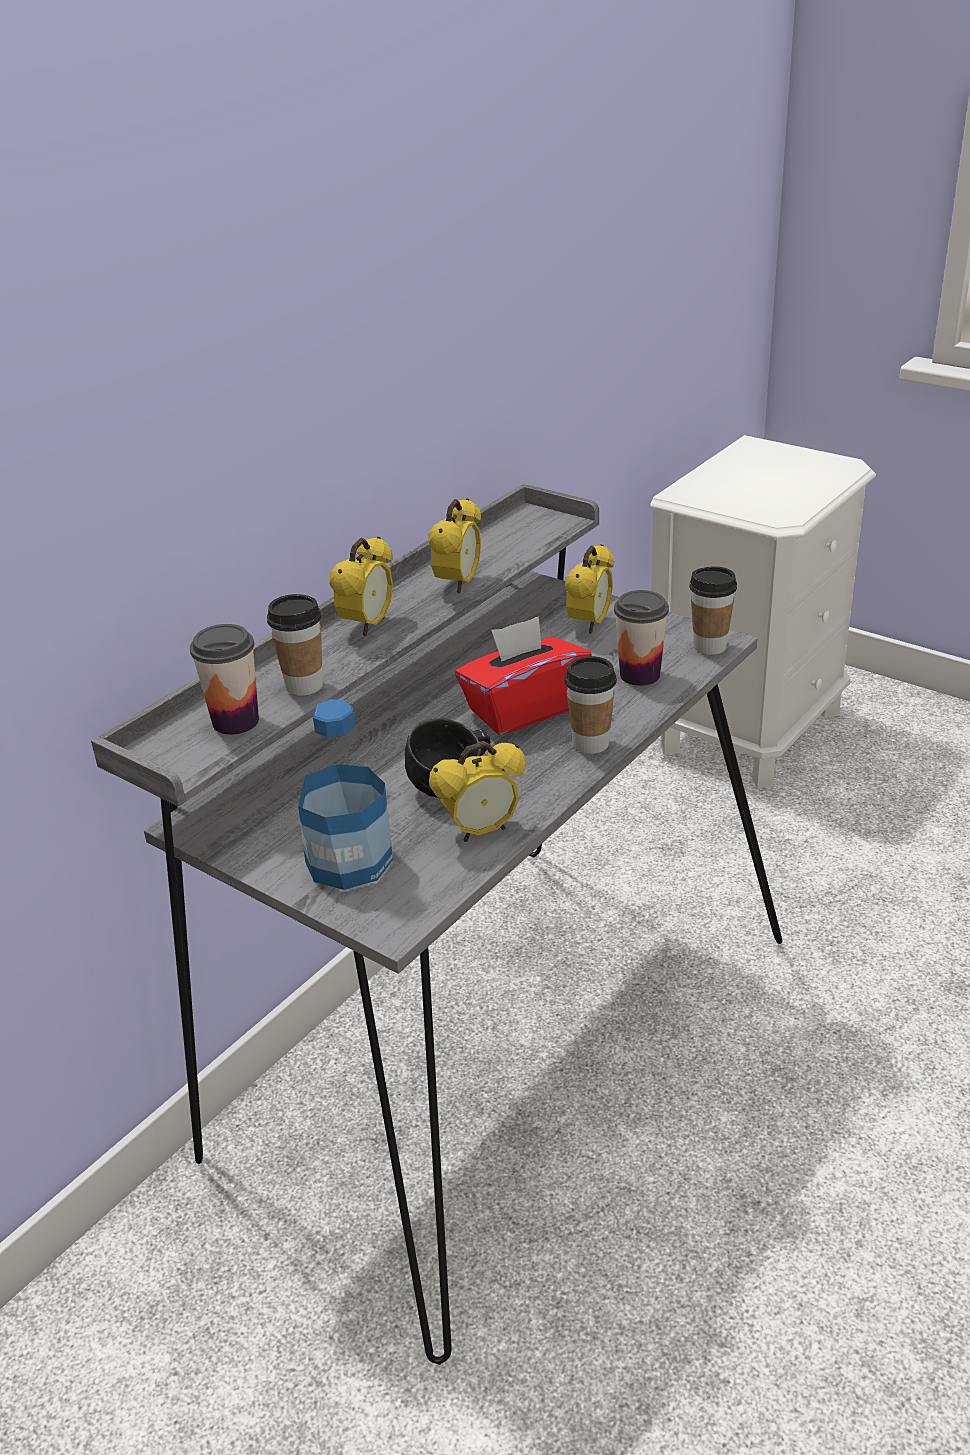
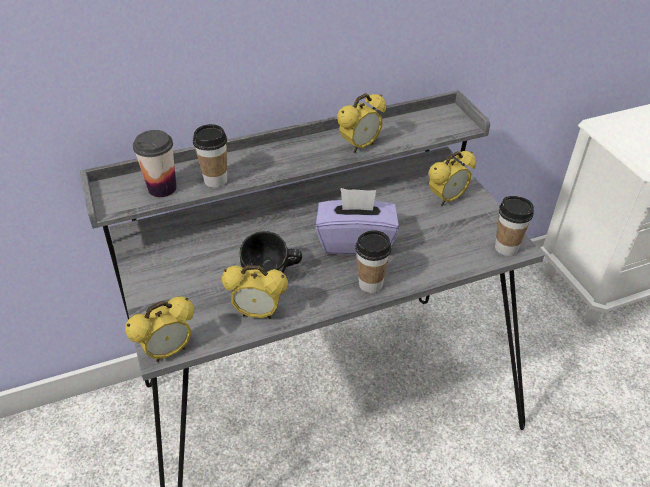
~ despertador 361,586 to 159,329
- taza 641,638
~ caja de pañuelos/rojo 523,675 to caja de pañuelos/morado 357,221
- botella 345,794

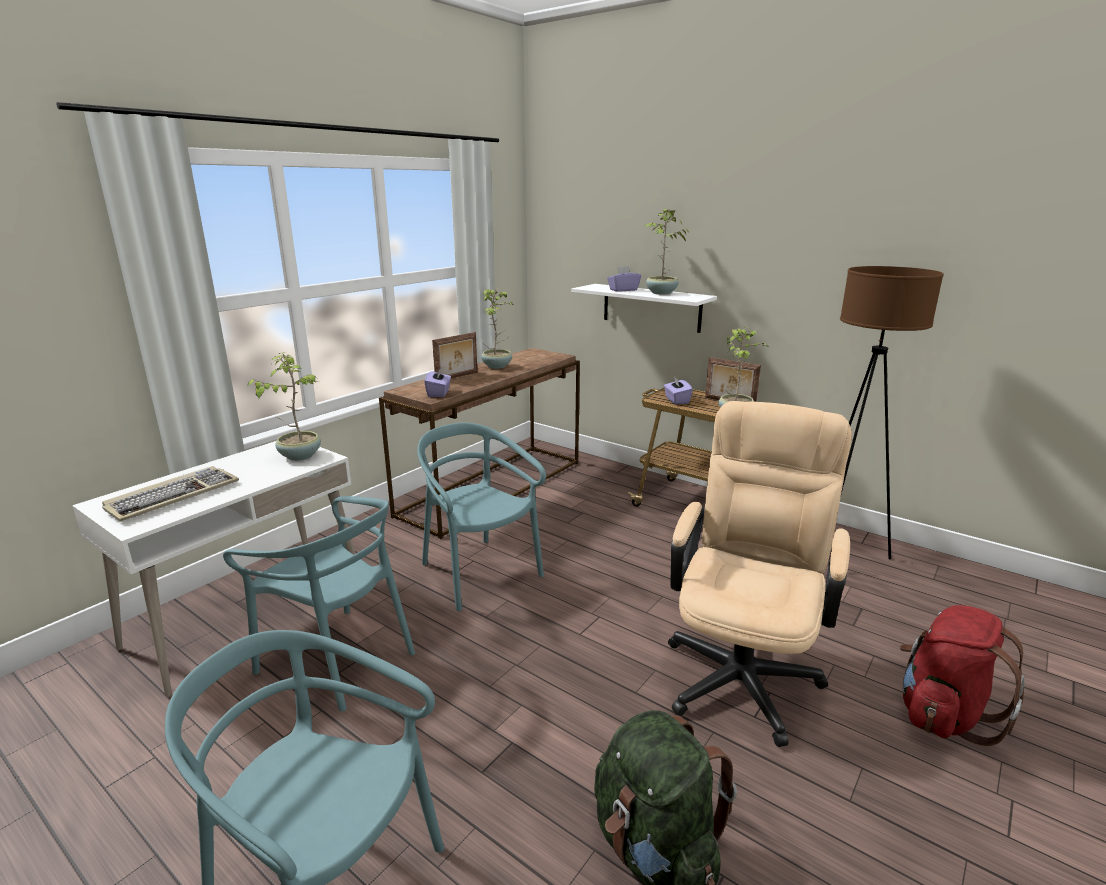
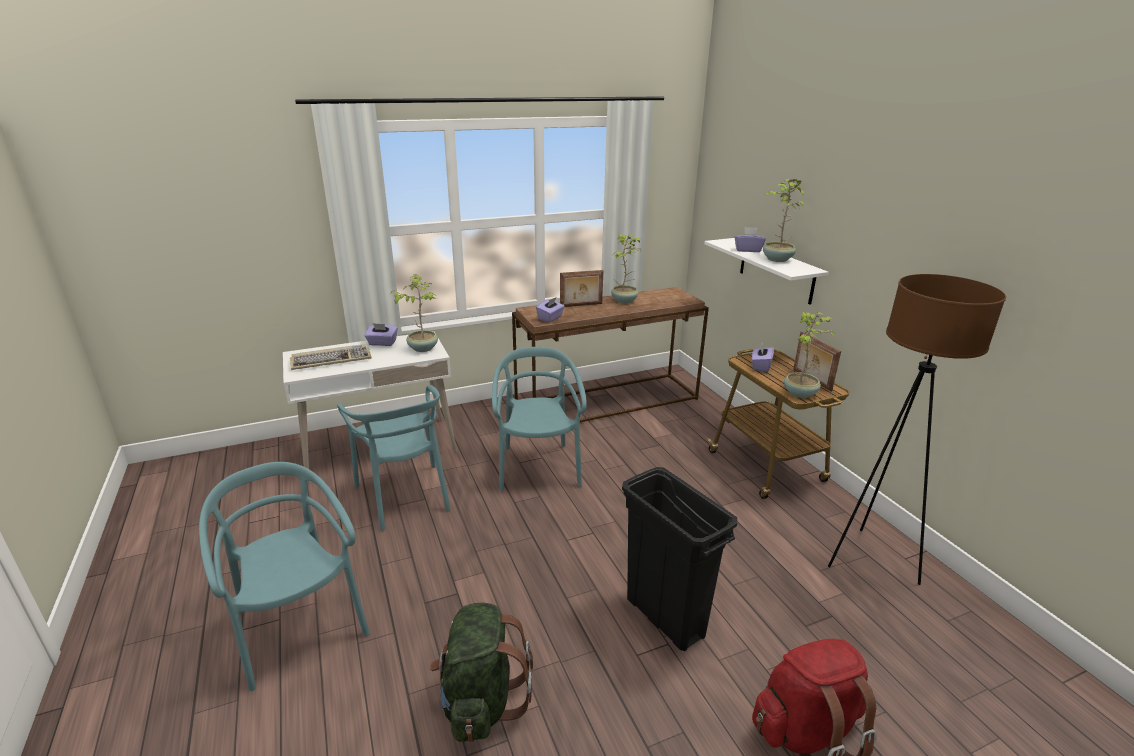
~ silla de oficina/beis 760,574 to papelera/negro 680,559
+ caja de pañuelos/morado 381,334

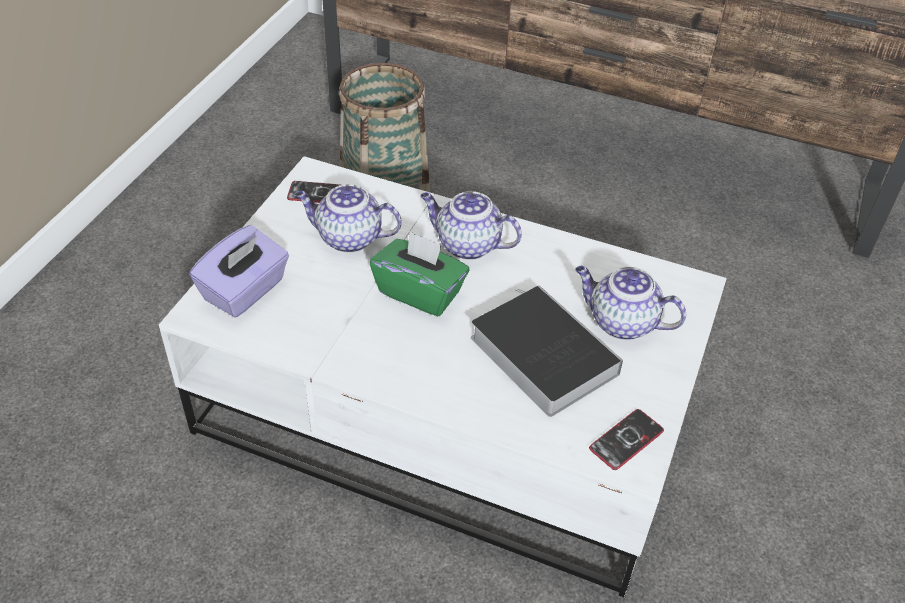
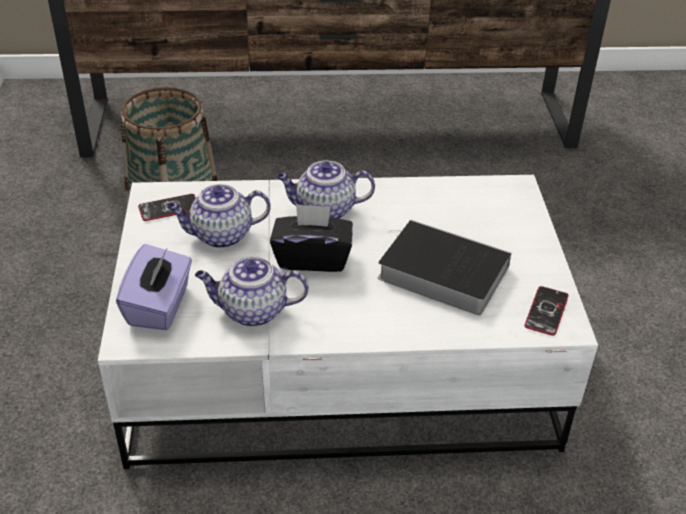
~ caja de pañuelos/verde 419,273 to caja de pañuelos/negro 311,238
~ tetera 630,303 to 252,291

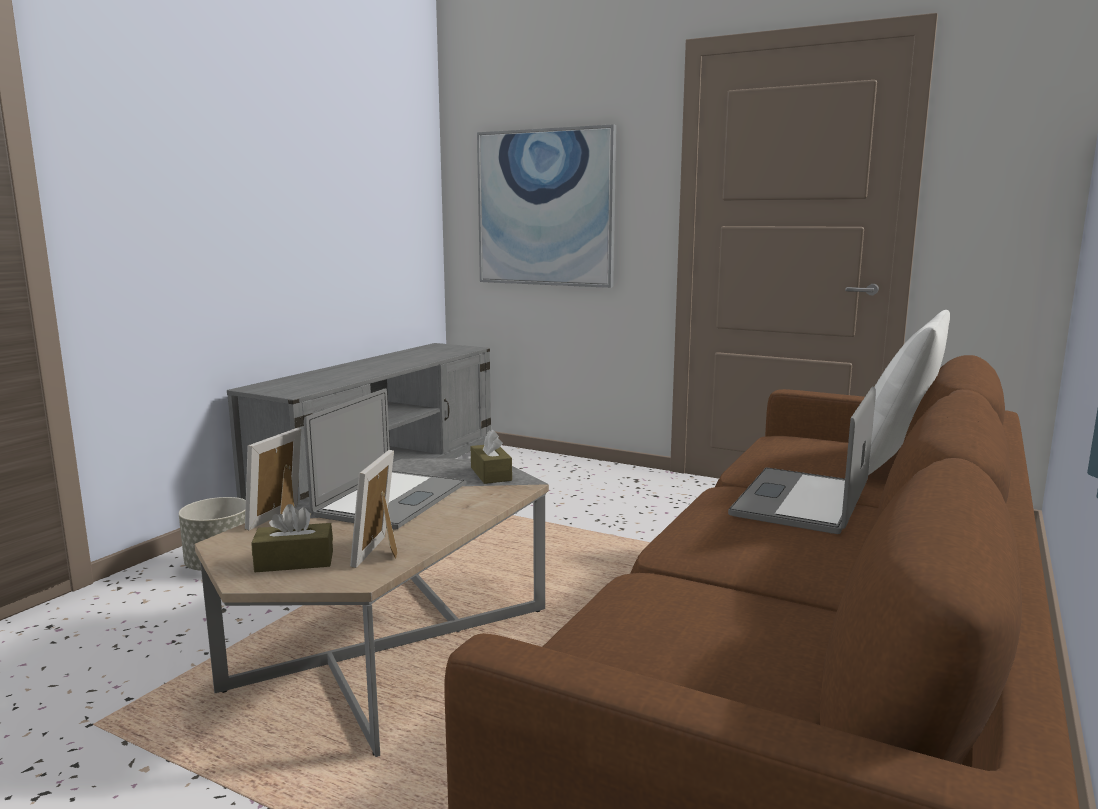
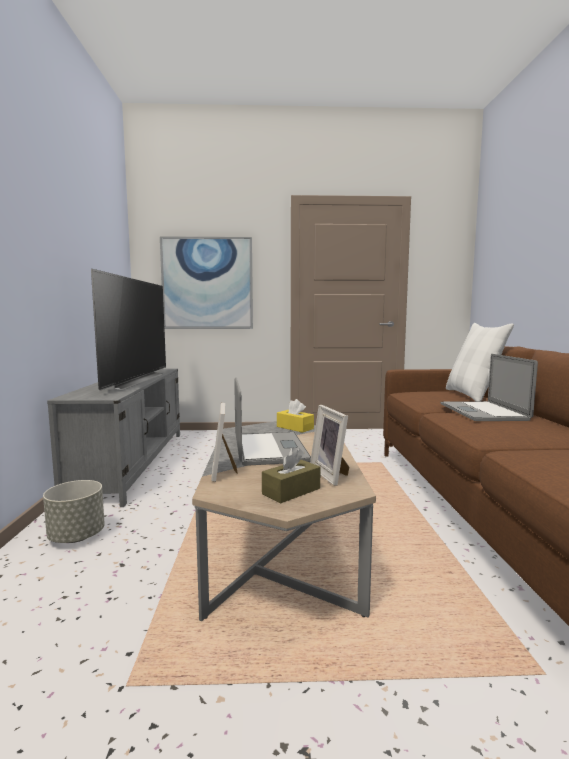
~ caja de pañuelos/marrón 491,456 to caja de pañuelos/amarillo 295,416
+ televisor 128,330

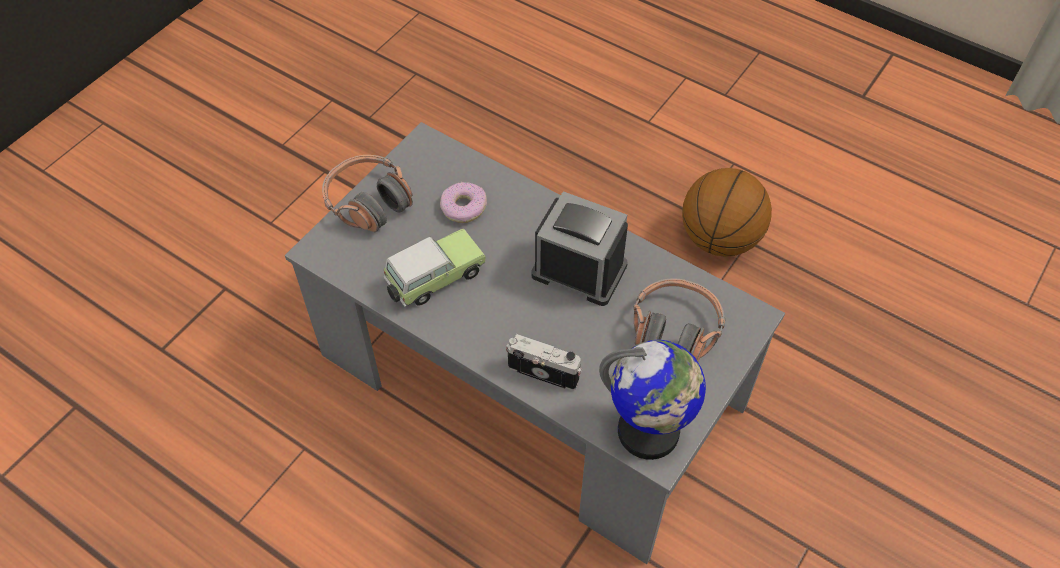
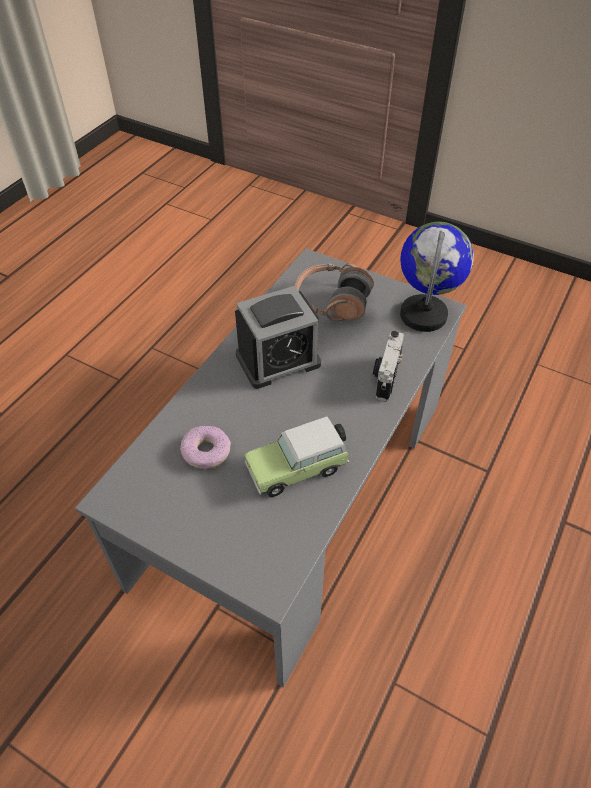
- auriculares 367,193
- balón de baloncesto 727,212
~ despertador 579,248 = 278,337 135 degrees counterclockwise
~ coche de juguete 434,268 = 296,456 75 degrees counterclockwise

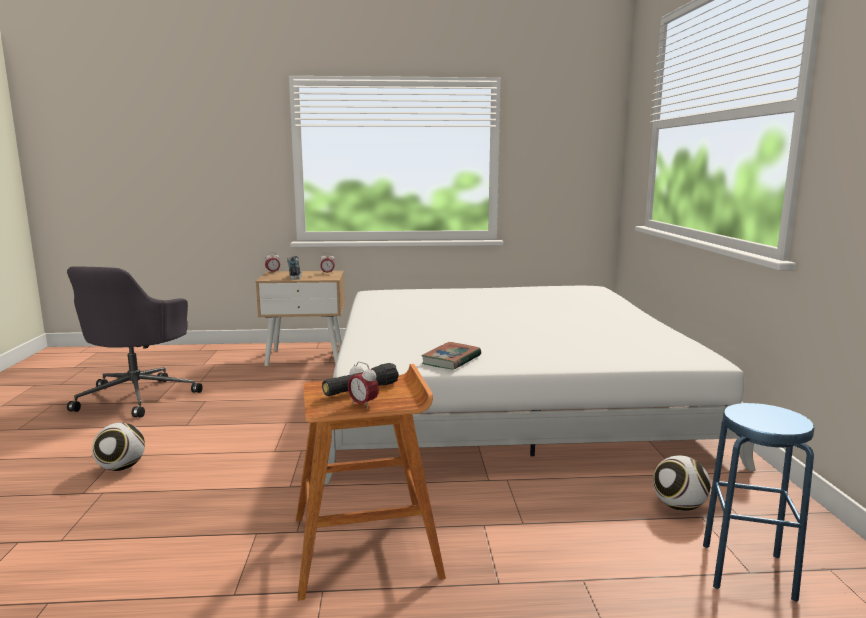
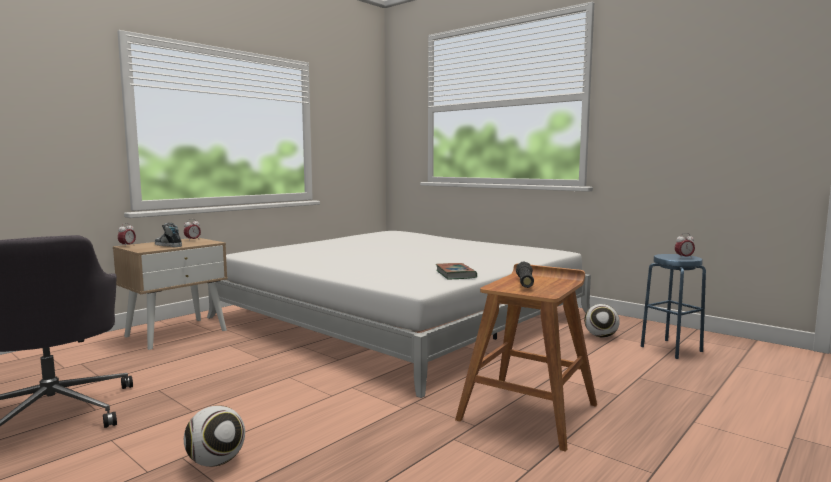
~ despertador 363,385 to 685,245

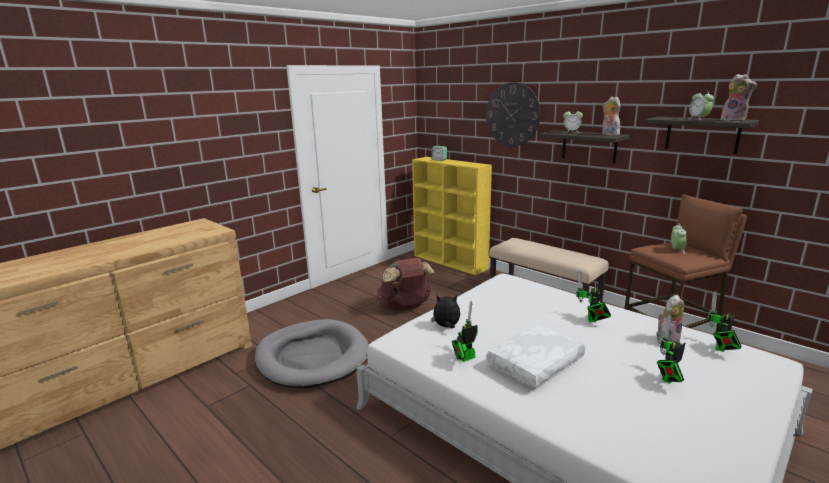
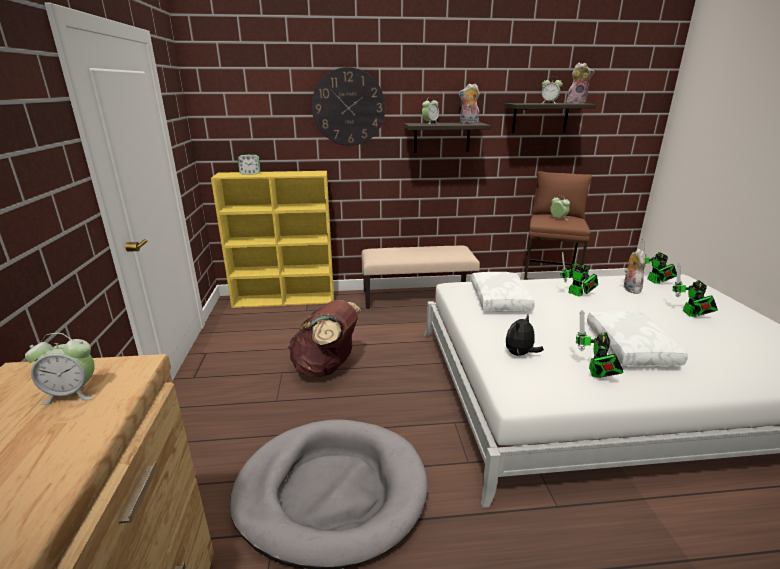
+ cojín/blanco 503,291
+ despertador 60,369

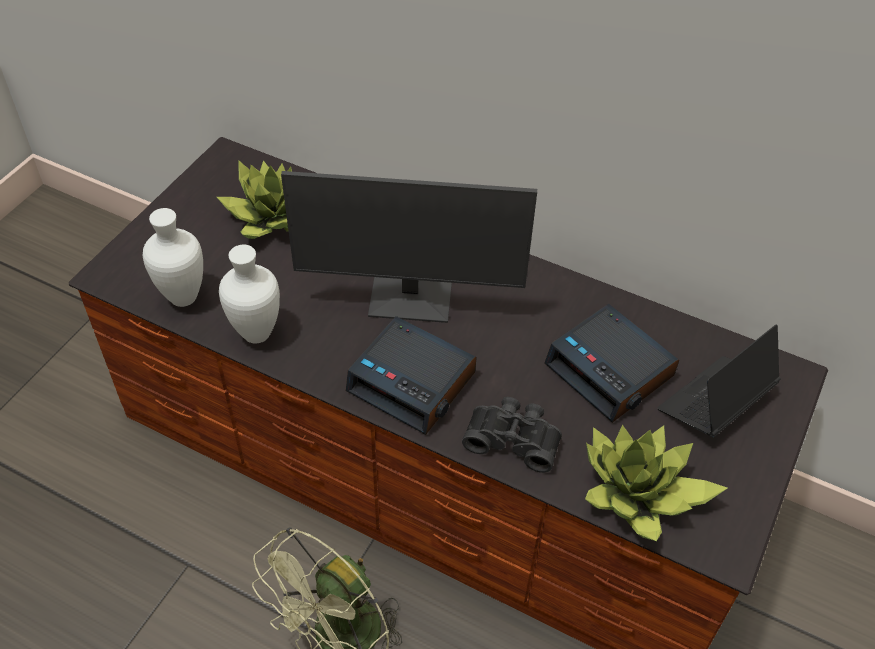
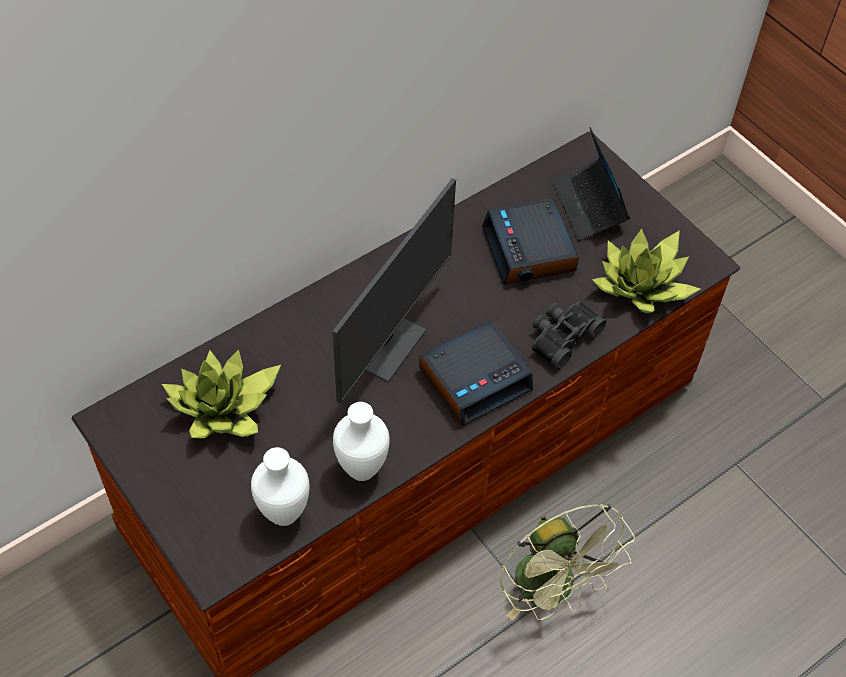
~ despertador 612,363 = 530,242 90 degrees clockwise

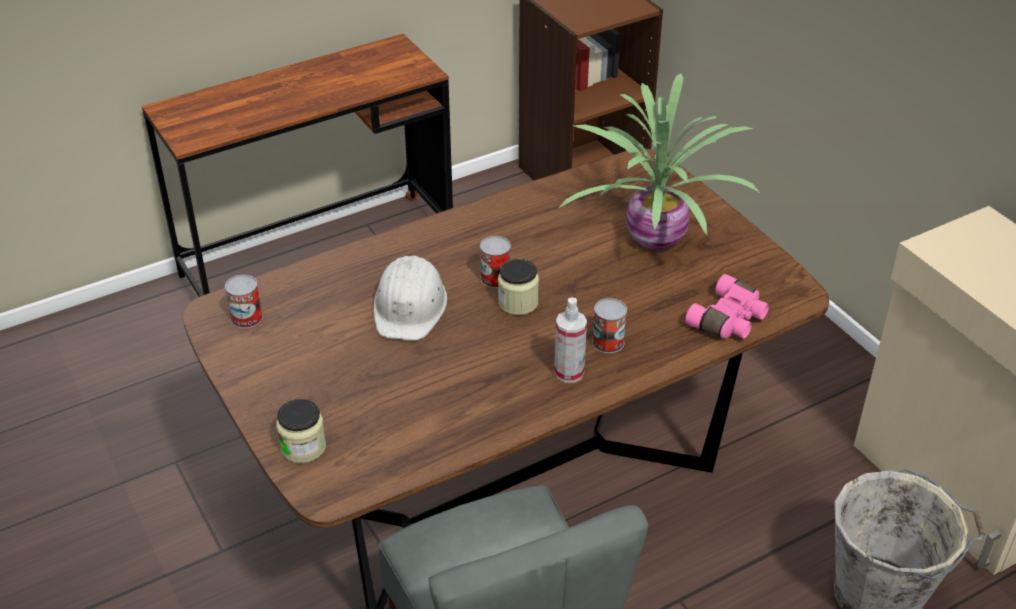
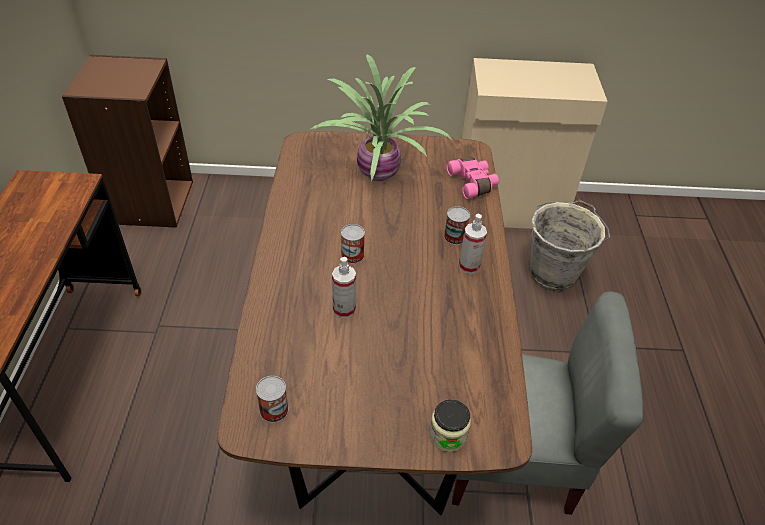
~ casco/blanco 410,298 to pulverizador 344,287
- tarro 518,287

